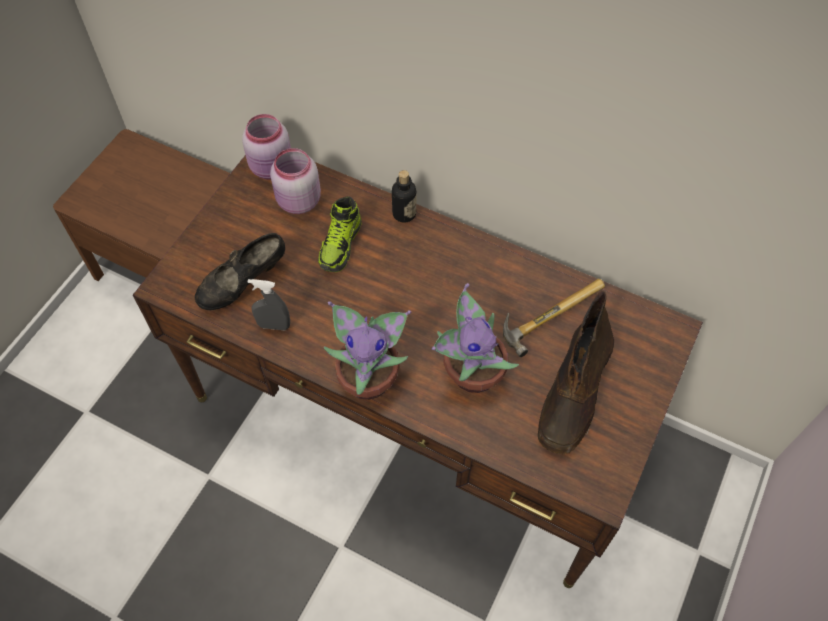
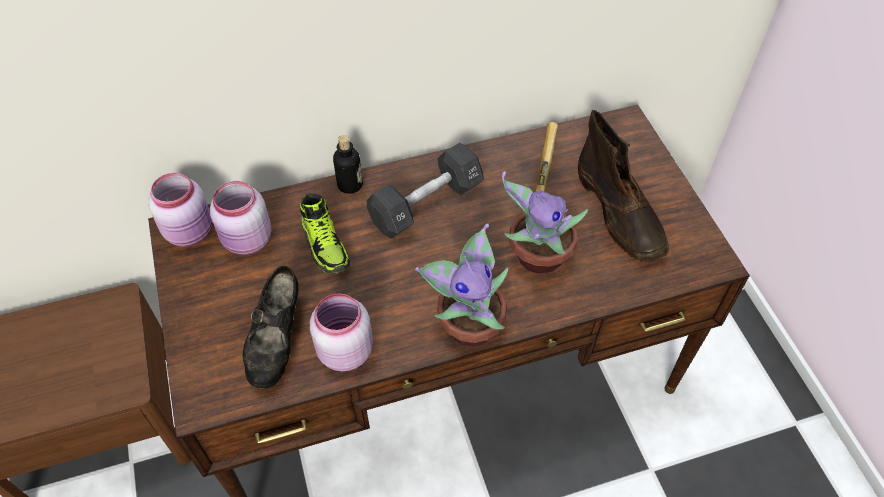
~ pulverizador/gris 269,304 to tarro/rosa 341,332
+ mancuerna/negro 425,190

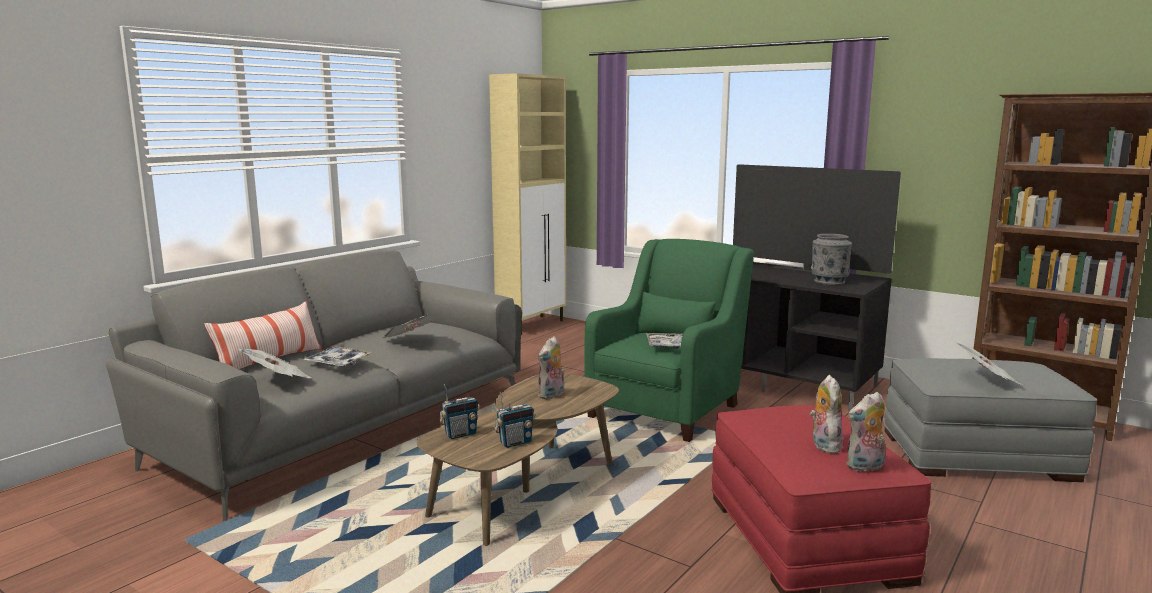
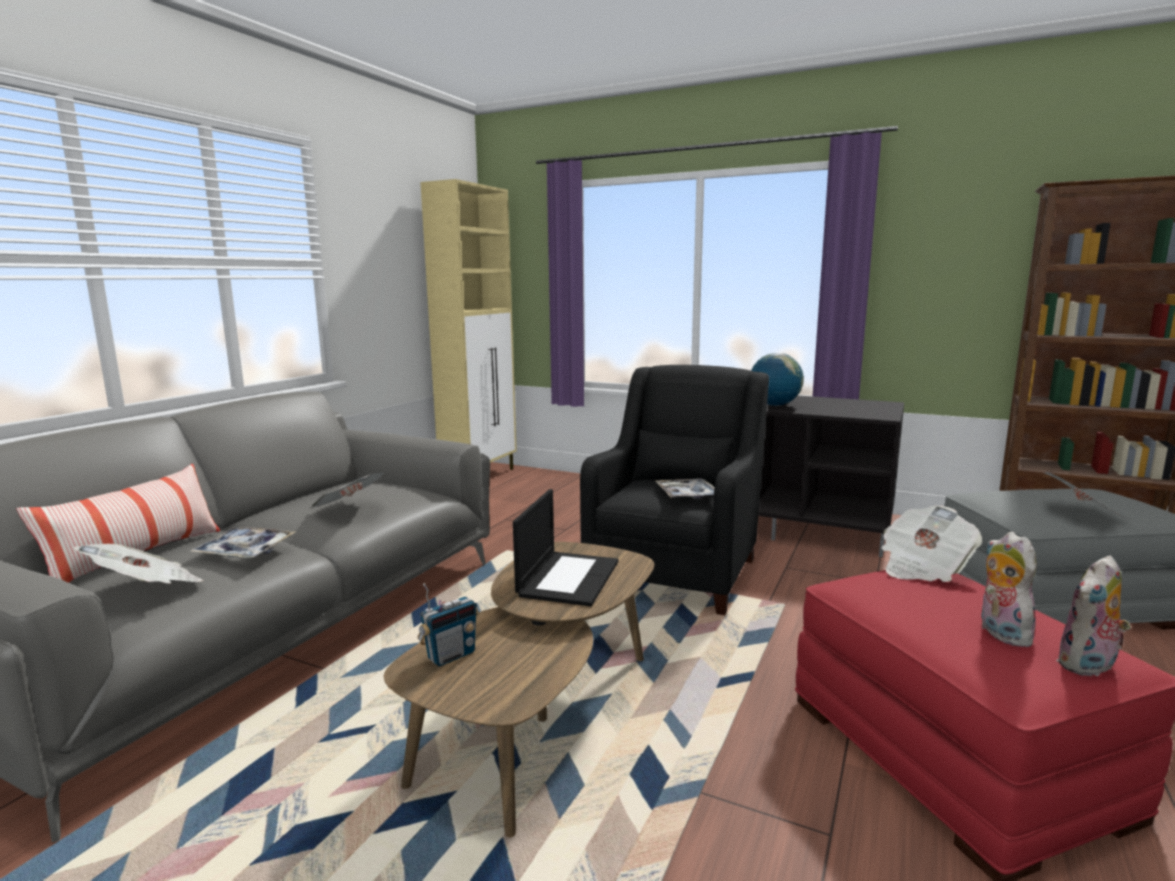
- televisor 817,219
- florero/gris 832,259
~ sillón/verde 669,340 to sillón/negro 674,490
~ peluche 551,368 to portátil 565,547
- radio 514,420
+ globo terráqueo 777,379
+ periódico 931,543

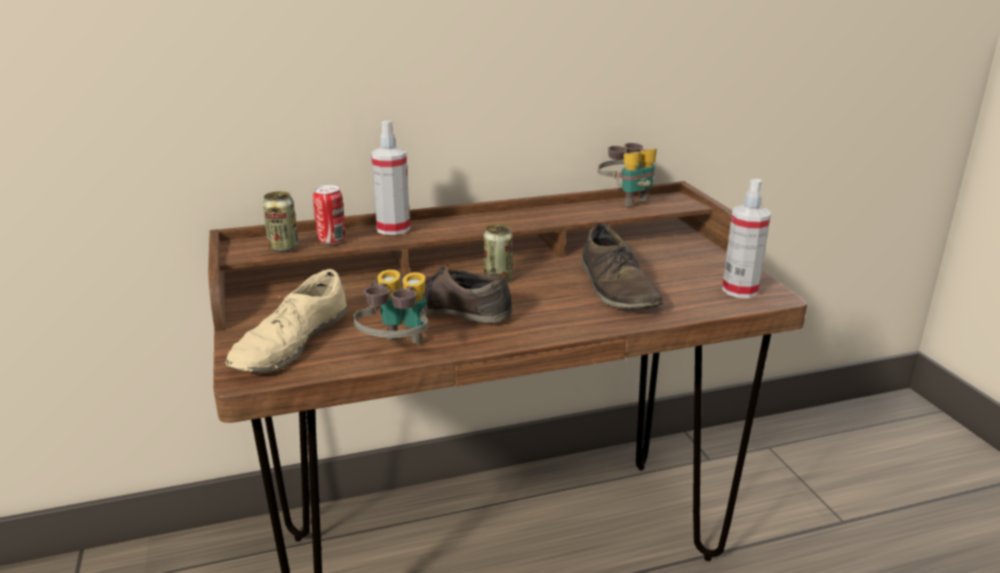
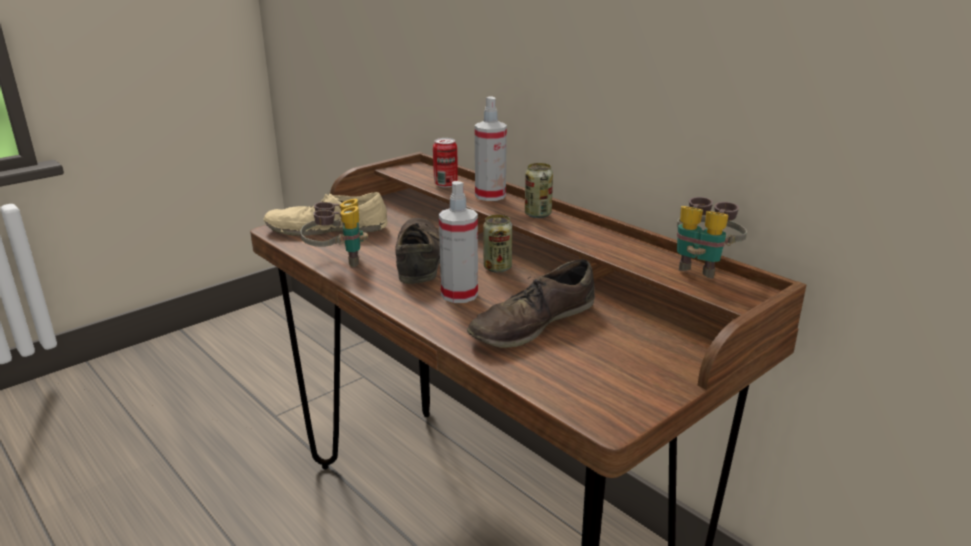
~ pulverizador 746,238 to 458,242
~ lata 280,221 to 539,190

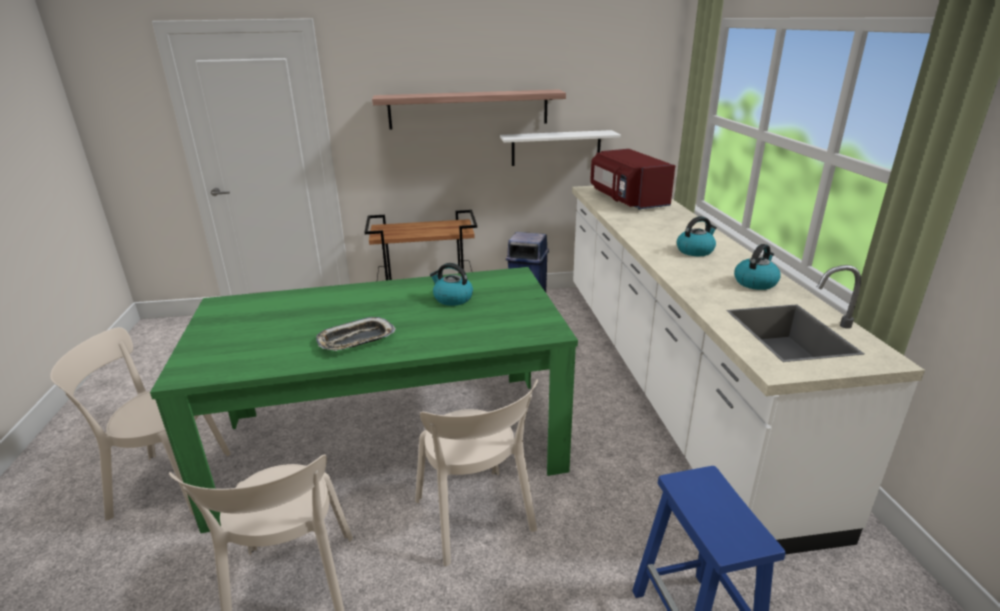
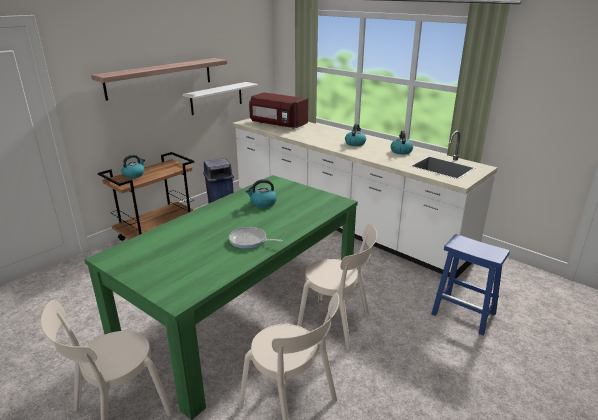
~ bandeja 356,334 to sartén 256,238
+ hervidor 133,166

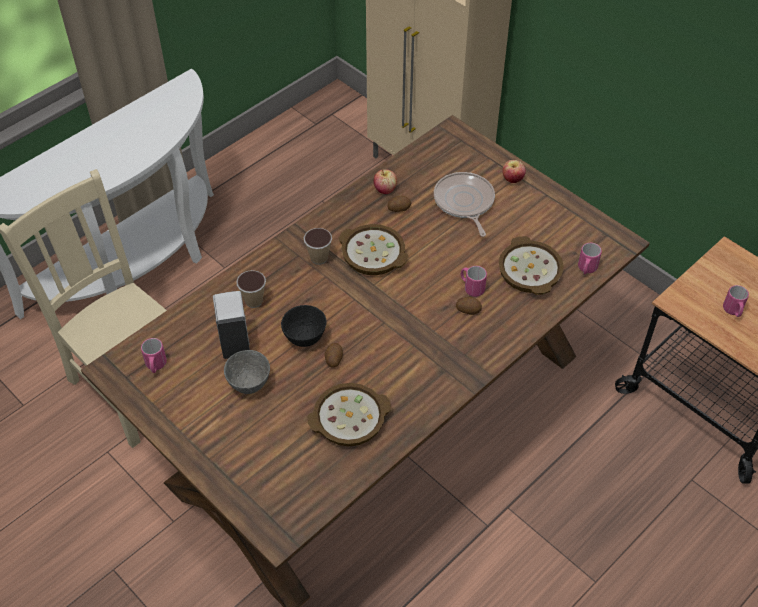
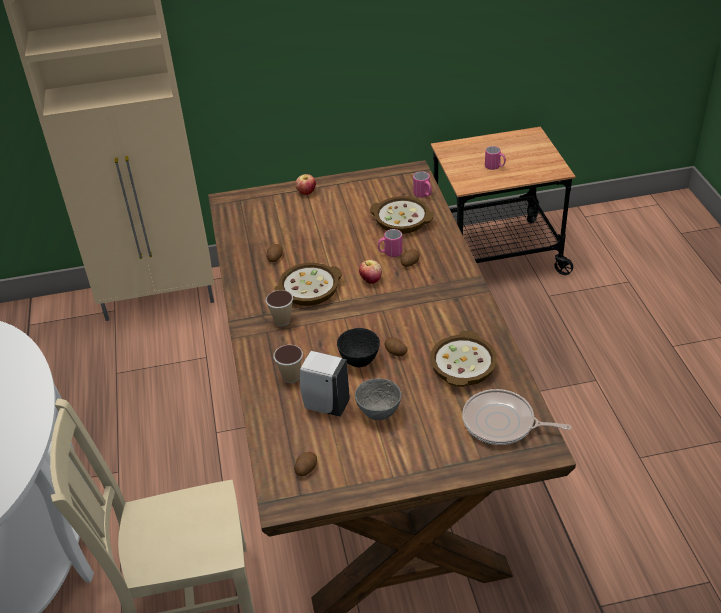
~ manzana 385,181 to 370,272
~ sartén 464,204 to 516,417
~ taza grande/rosa 154,355 to patata 305,464

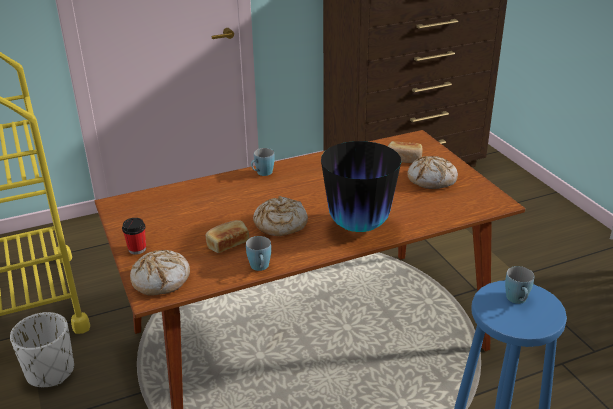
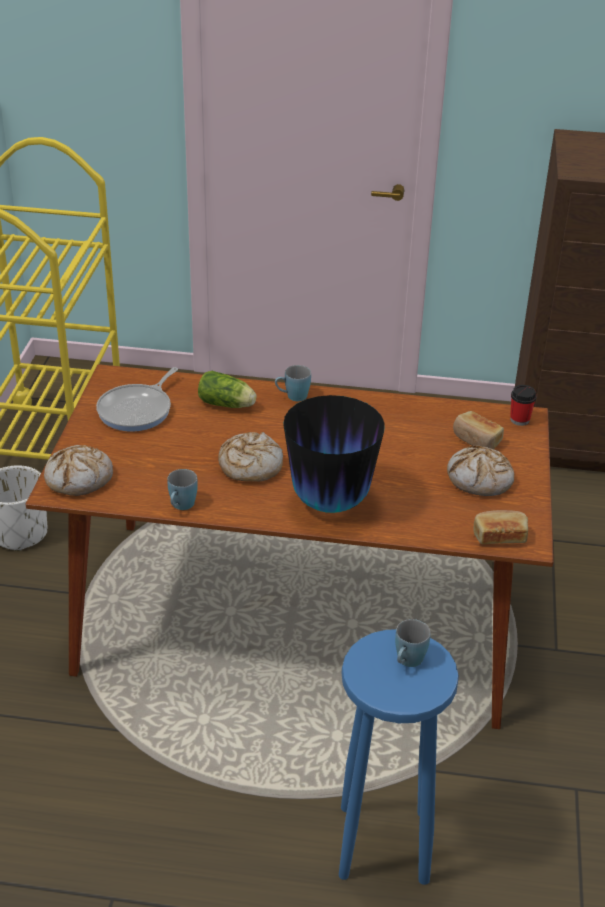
~ taza 134,236 to 523,405
~ pan 227,236 to 500,527
+ sartén 137,399
+ lechuga 227,389

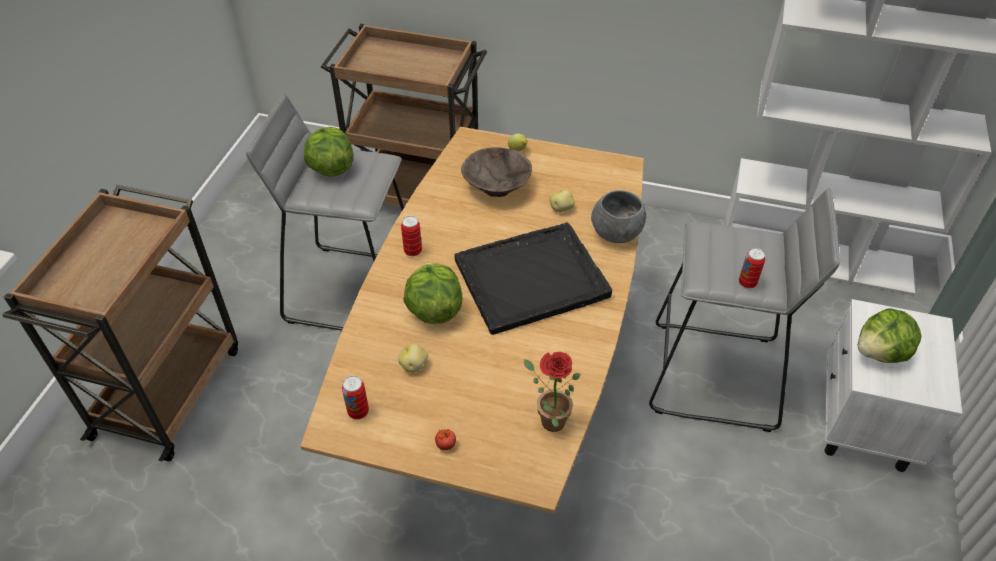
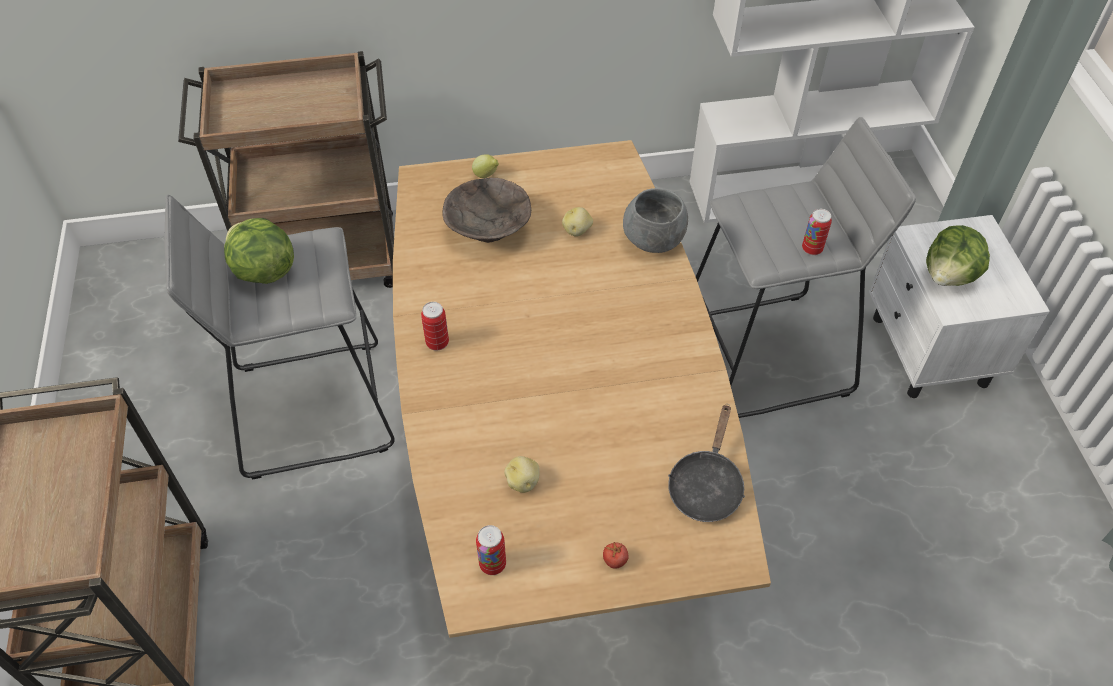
- bandeja/negro 533,278
- lechuga 432,293
~ planta en maceta 552,392 to sartén/negro 706,463

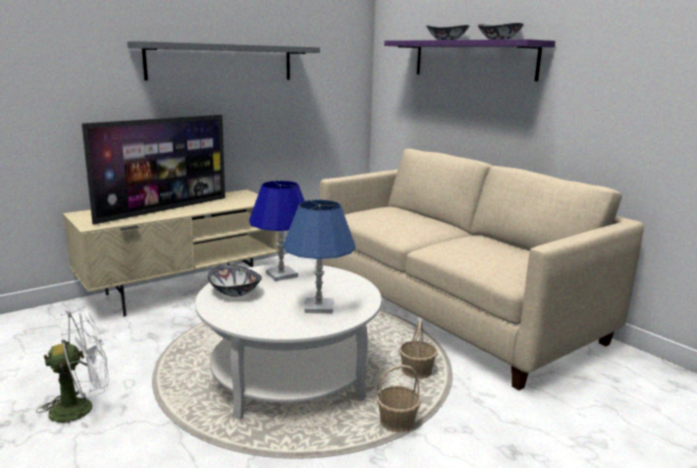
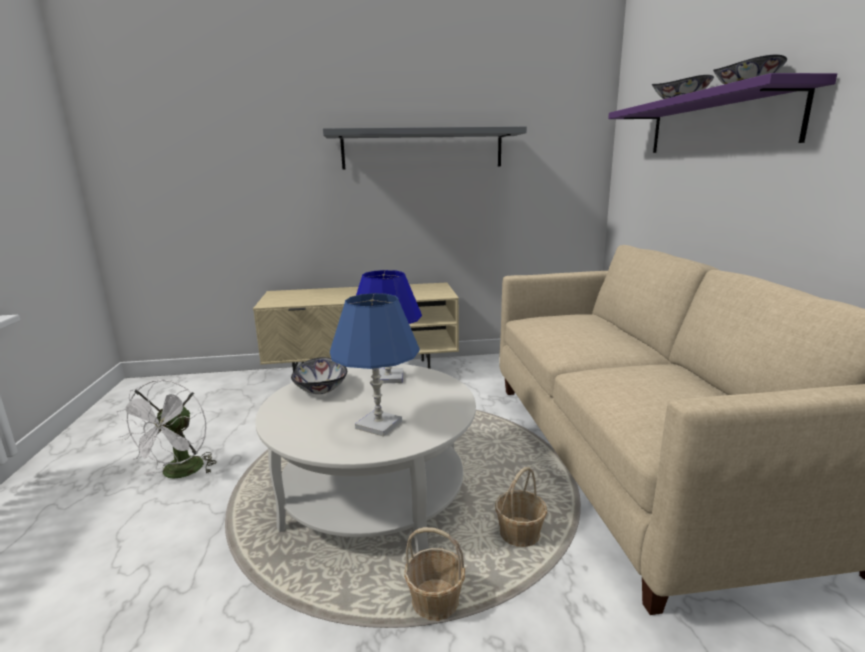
- televisor 153,170
~ ventilador/blanco 72,368 = 166,429 90 degrees clockwise

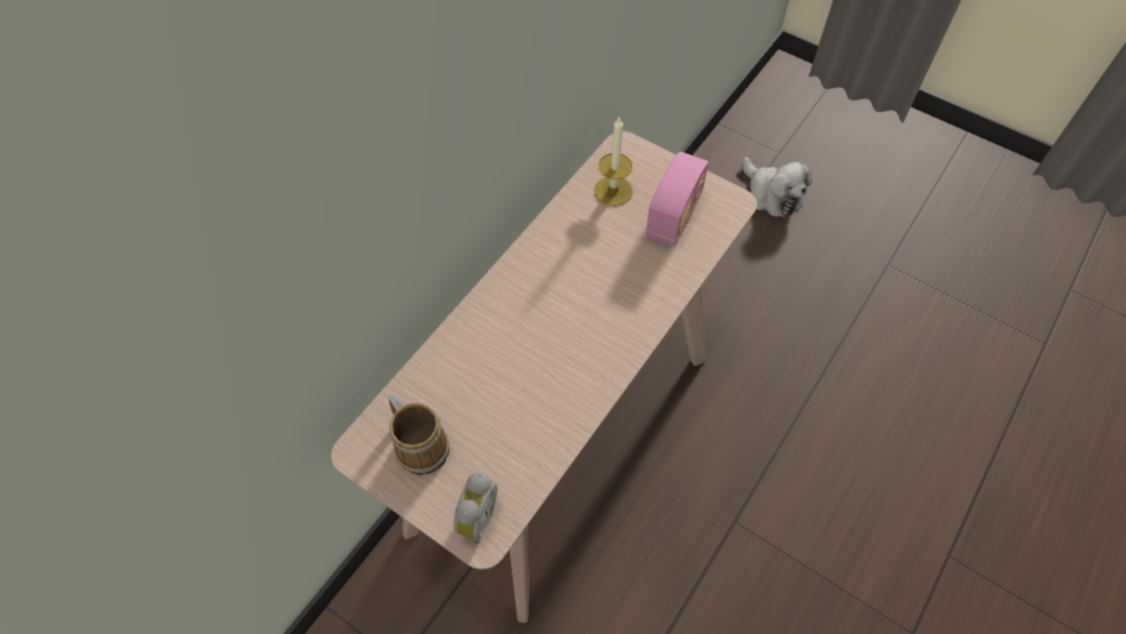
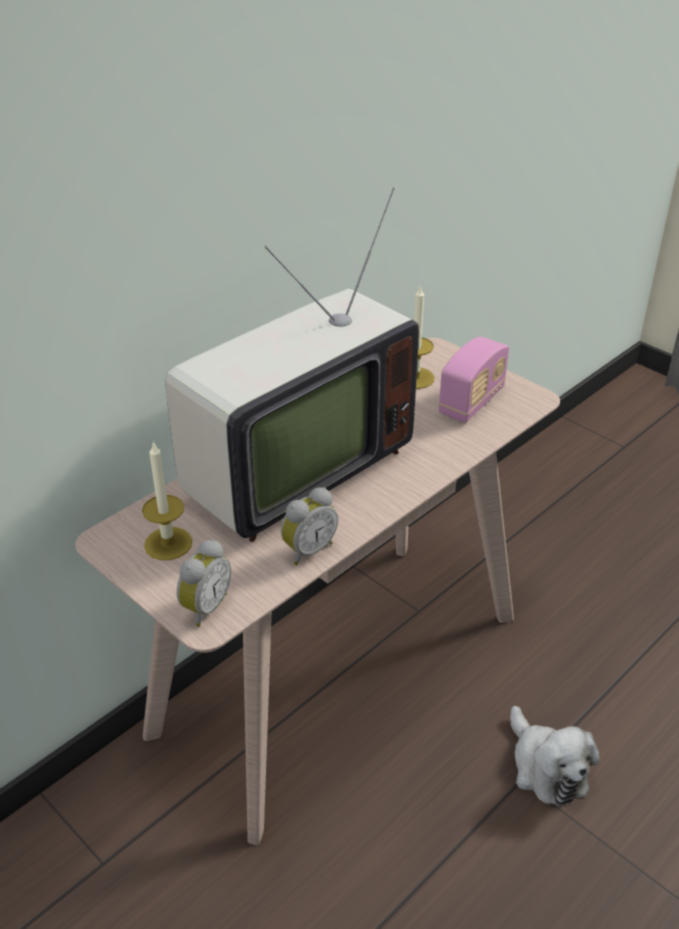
~ peluche 777,187 to 555,756
~ taza grande 419,434 to vela 167,500
+ televisor 292,365
+ despertador 309,526

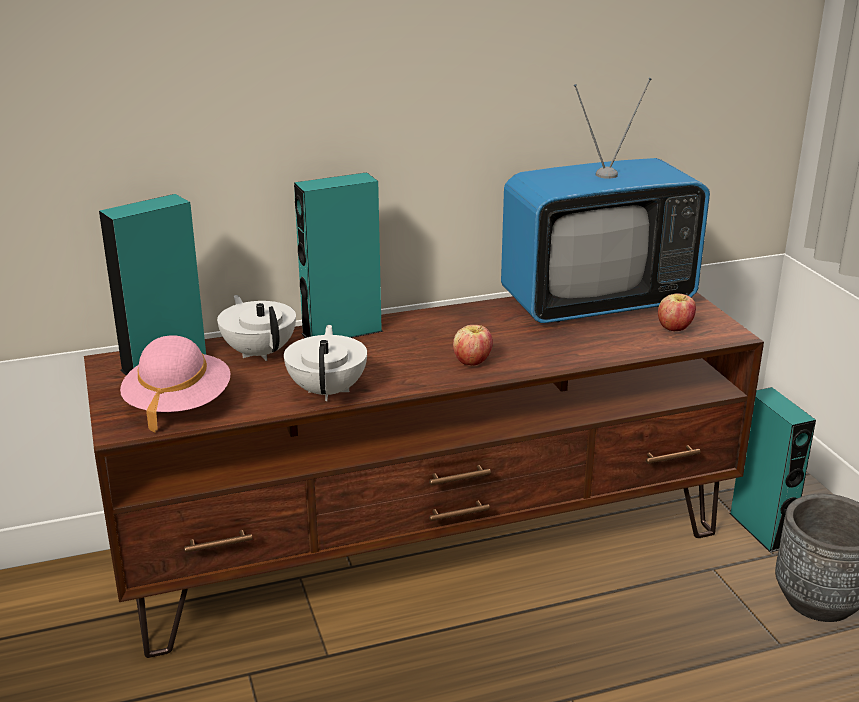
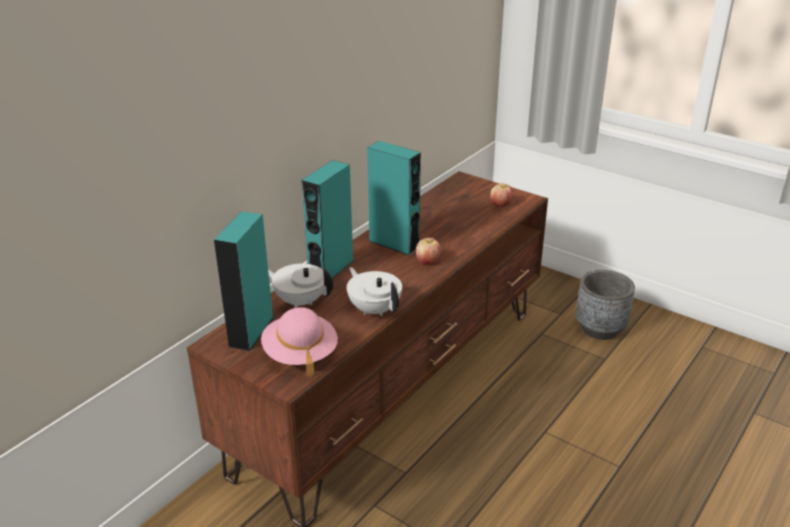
- televisor 605,200
~ altavoz/turquesa 772,470 to 394,198

